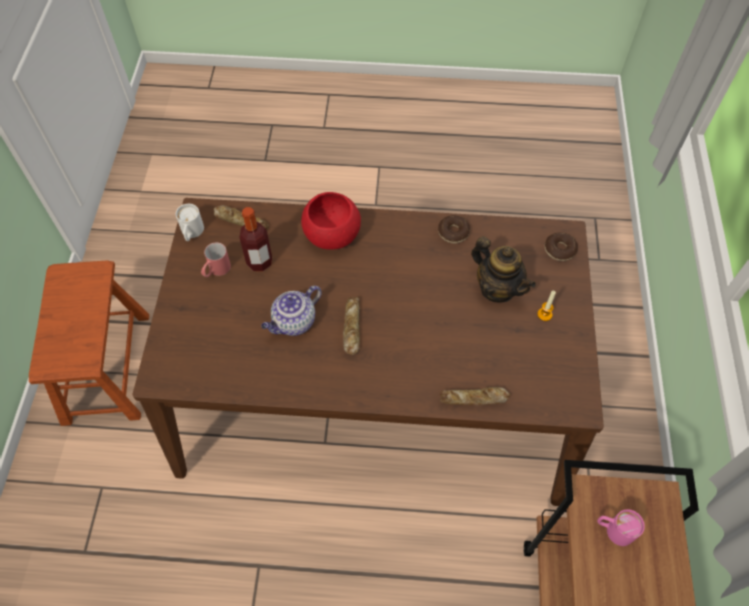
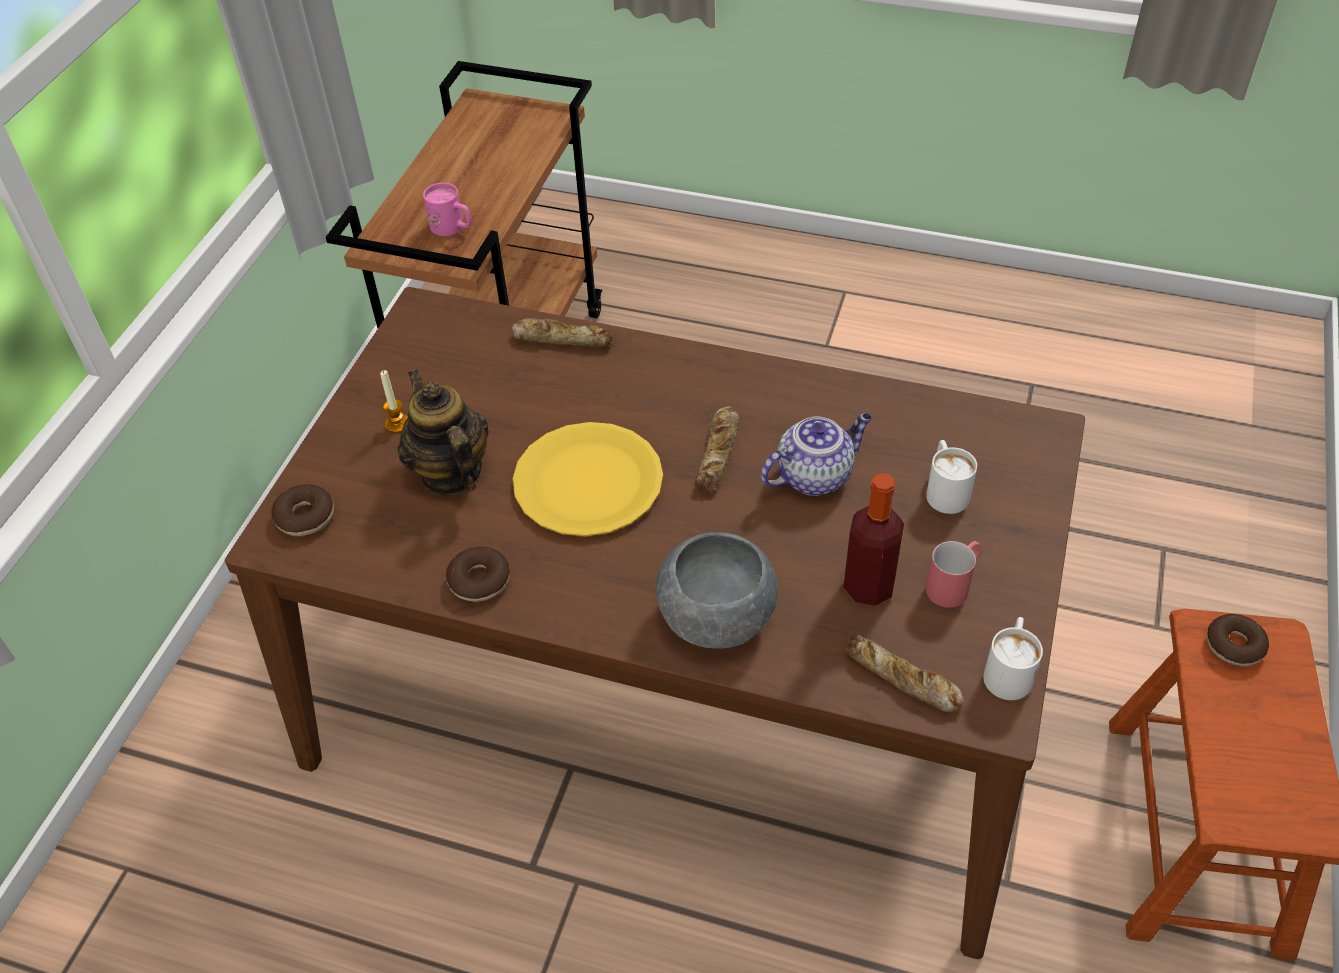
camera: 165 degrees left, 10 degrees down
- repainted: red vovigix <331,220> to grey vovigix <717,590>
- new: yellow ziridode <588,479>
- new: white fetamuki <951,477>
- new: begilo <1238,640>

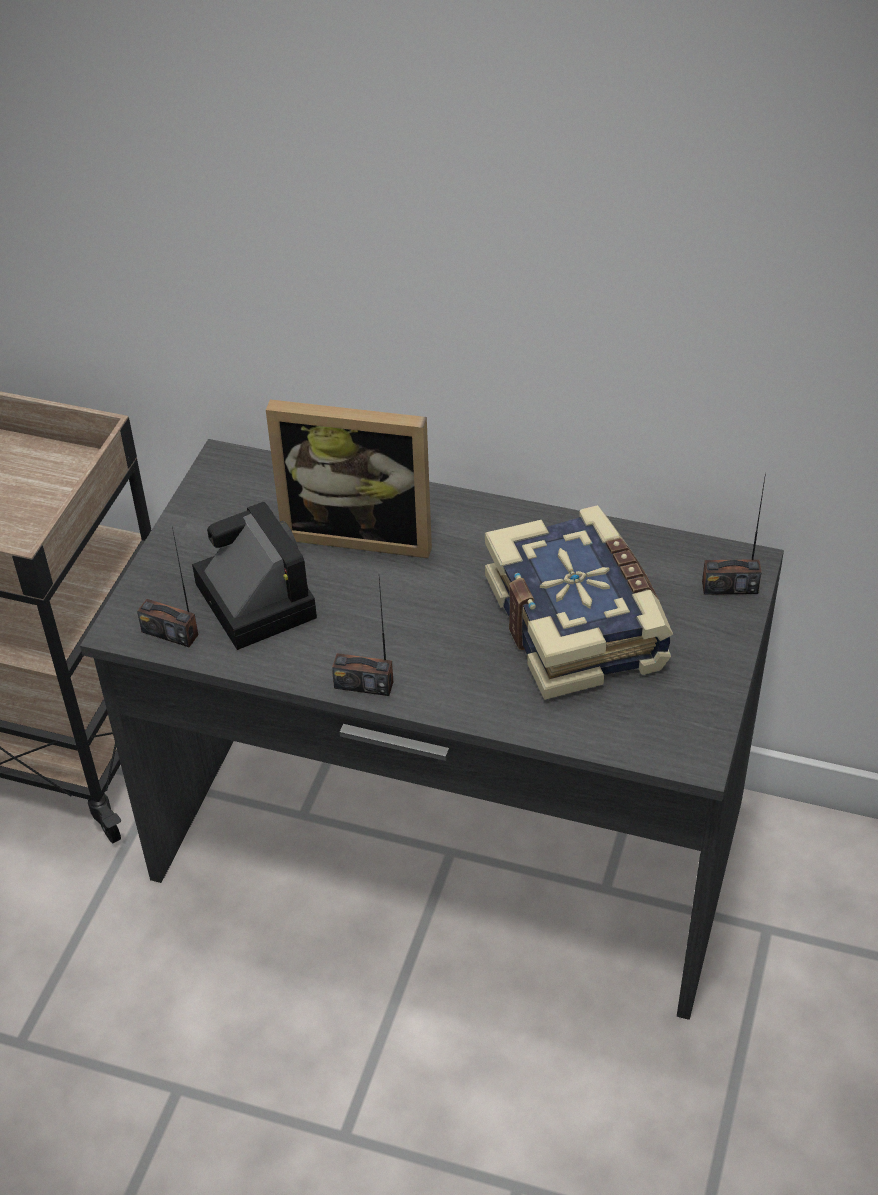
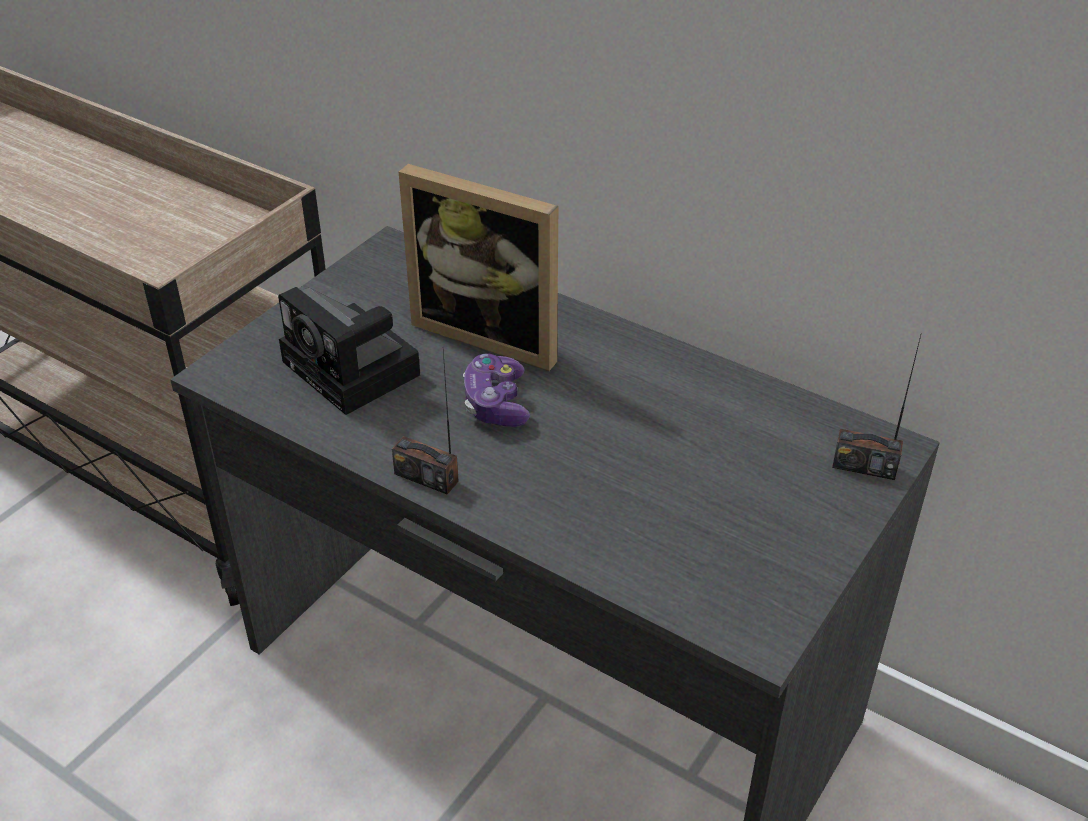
camera: 15 degrees right, 5 degrees down
- gone: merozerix <167,587>
- rotated: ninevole <254,575> = <349,351> 150 degrees clockwise
- gone: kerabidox <579,602>
- new: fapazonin <496,390>

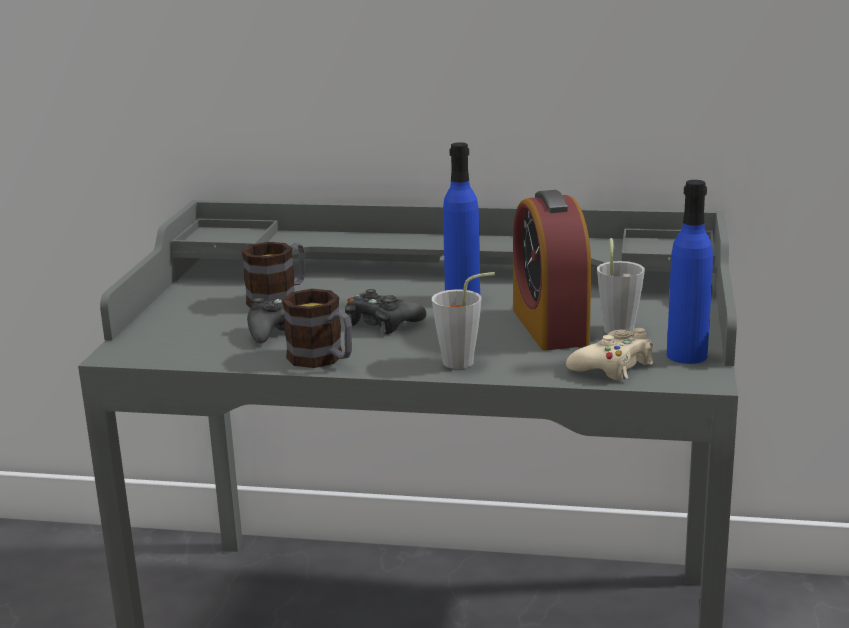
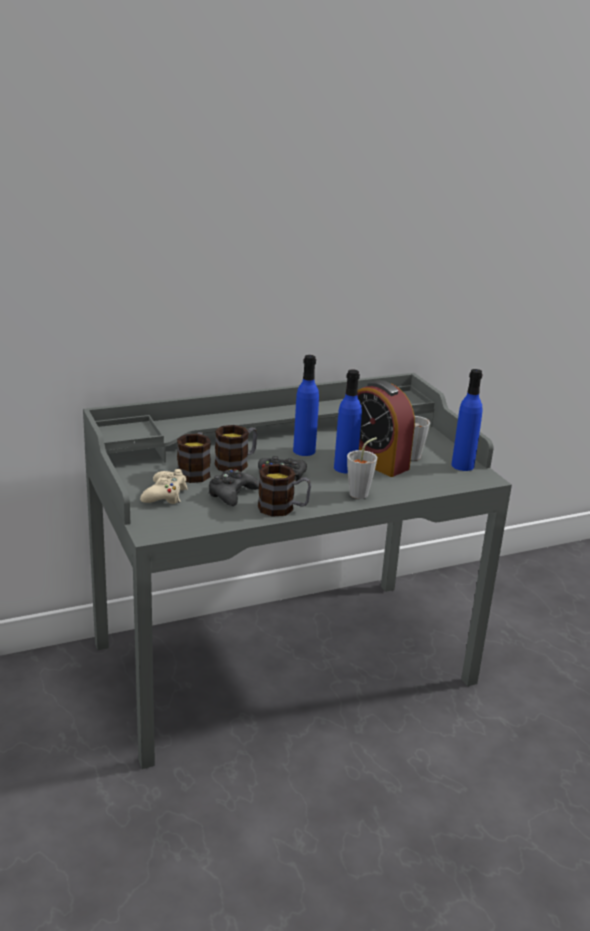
camera: 35 degrees left, 5 degrees up
- shifted: beige fapazonin <609,354> to <164,486>
- new: fetamuki <236,448>
- new: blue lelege <348,422>

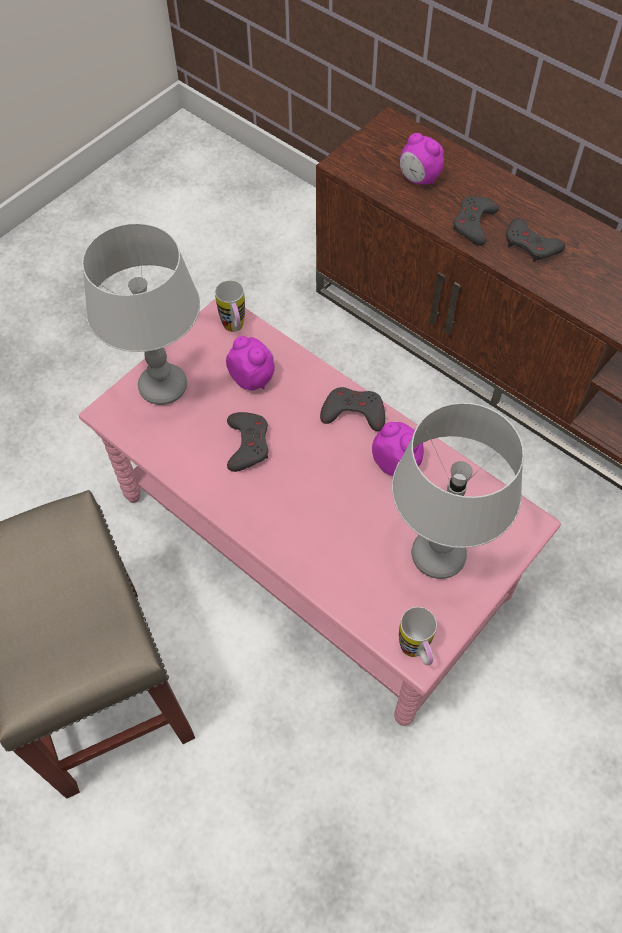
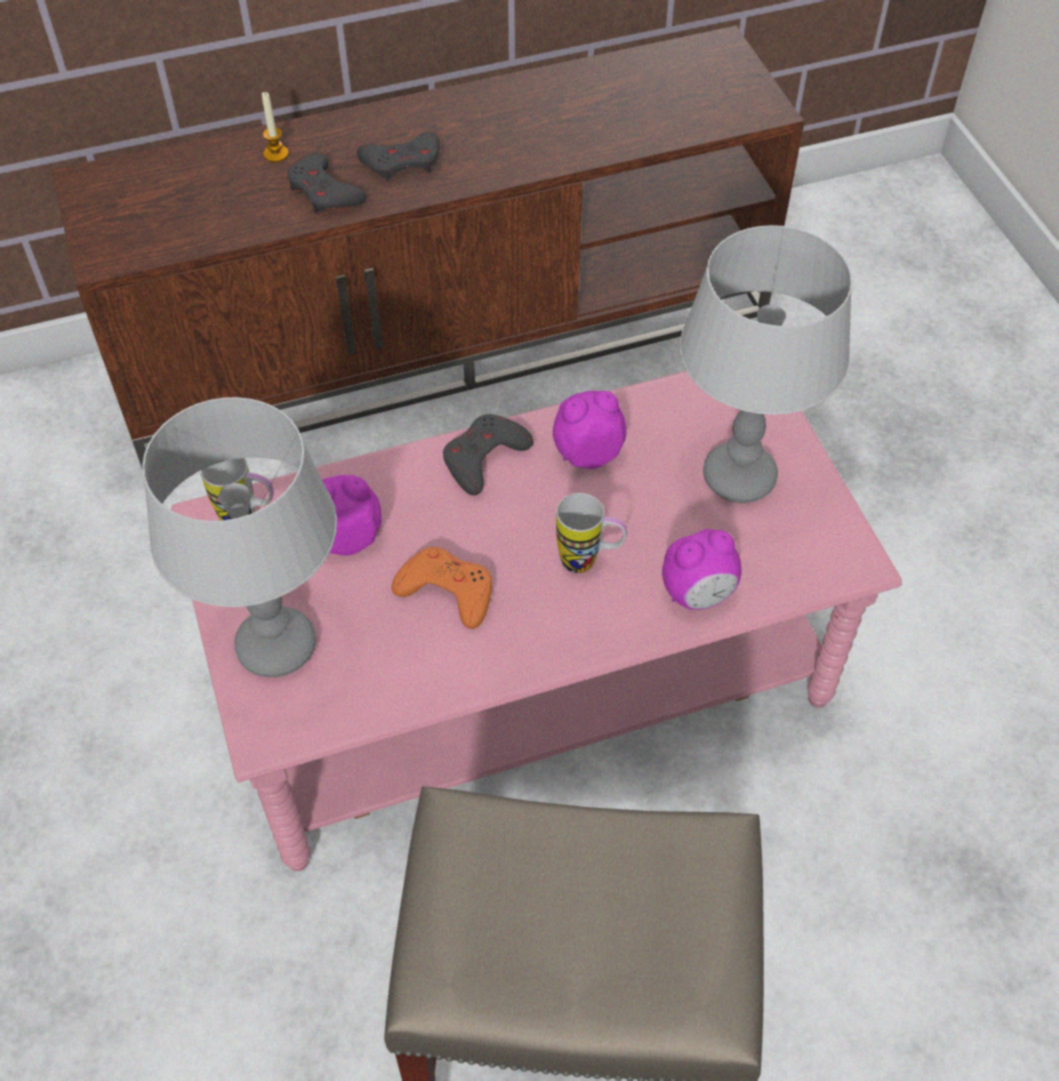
camera: 60 degrees left, 5 degrees down
- repainted: grey fapazonin <248,442> to orange fapazonin <442,588>
- shifted: fetamuki <418,636> to <591,533>
- shifted: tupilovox <422,159> to <701,569>
- new: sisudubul <275,127>

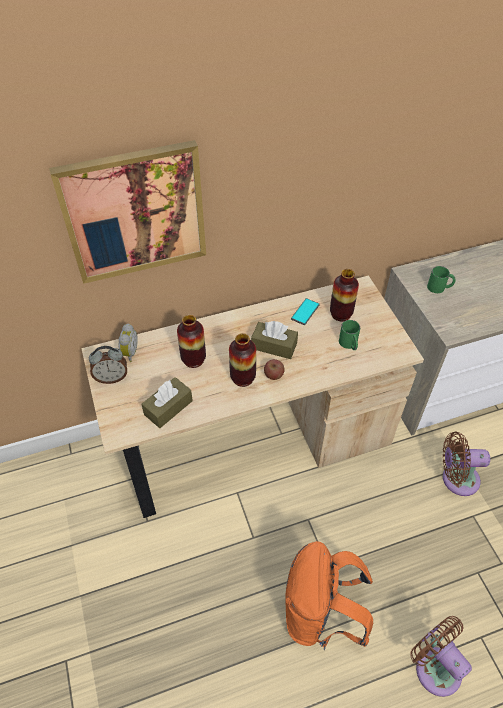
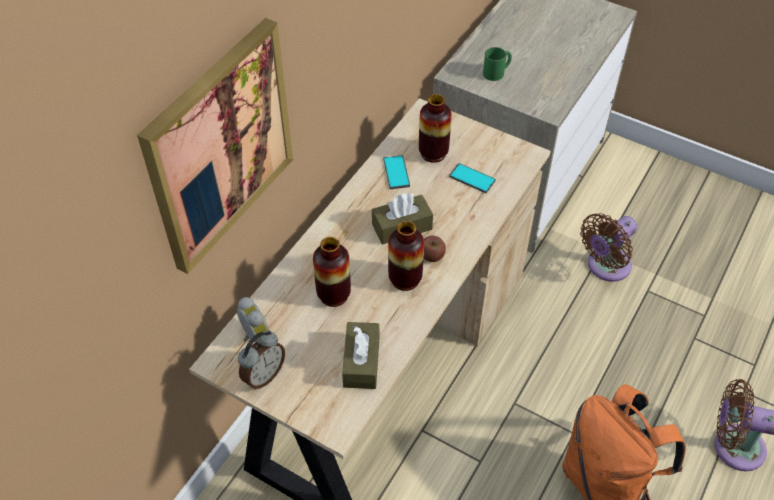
camera: 40 degrees left, 0 degrees up
- swapped: green fetamuki <349,335> to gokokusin <472,178>

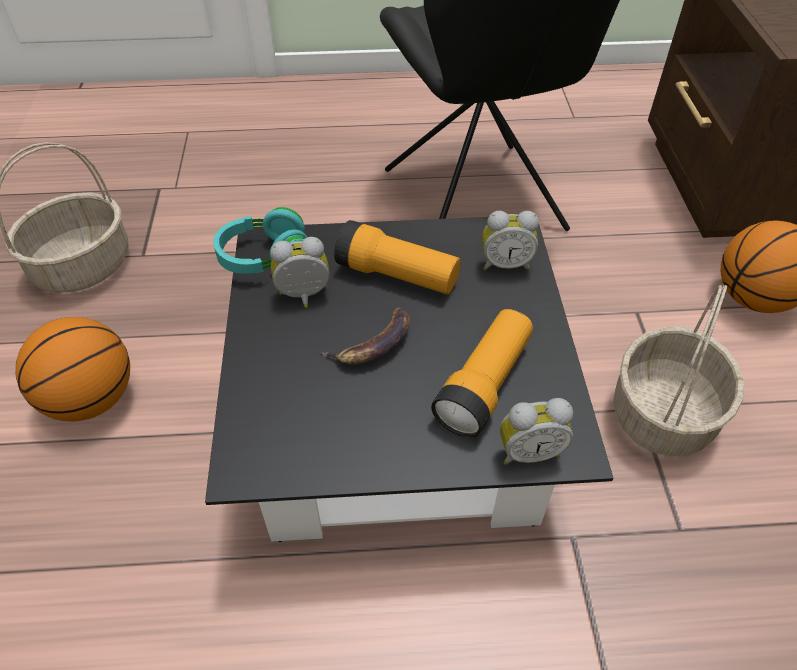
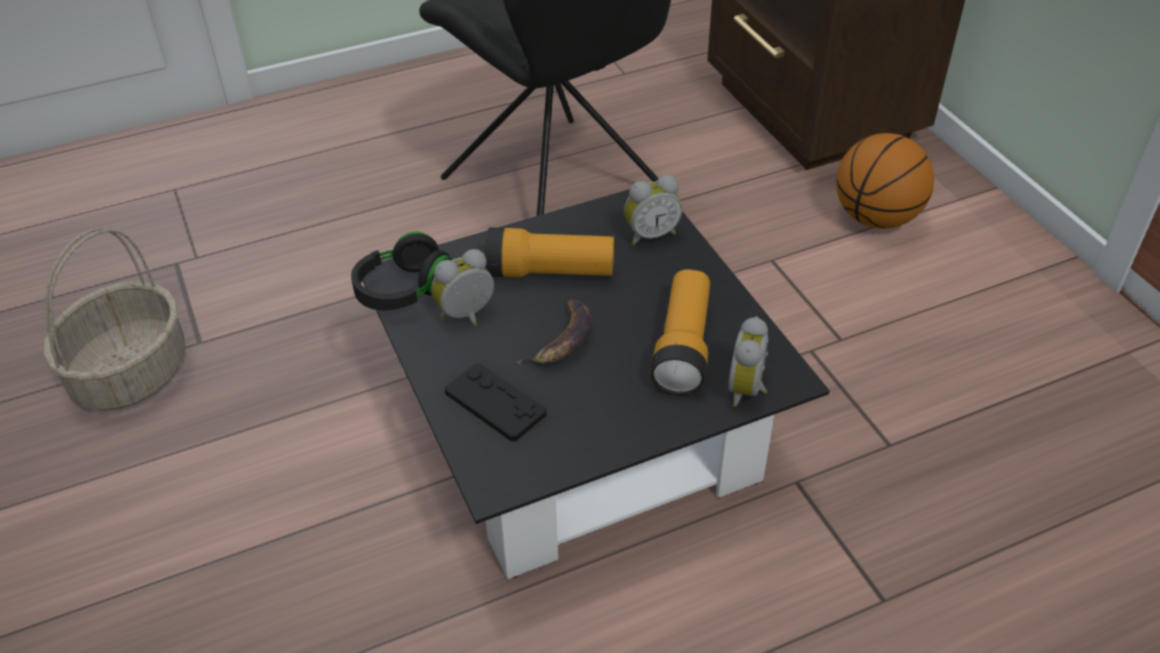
camera: 20 degrees left, 5 degrees down
- gone: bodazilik <73,369>
- repainted: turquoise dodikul <260,240> to black dodikul <402,271>
- rotated: tupilovox <536,431> = <748,361> 135 degrees clockwise
- gone: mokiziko <678,370>
- new: black fapazonin <495,402>

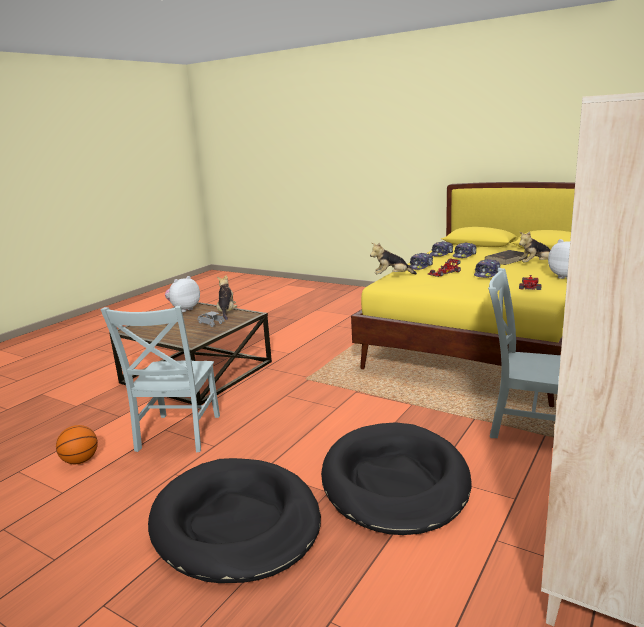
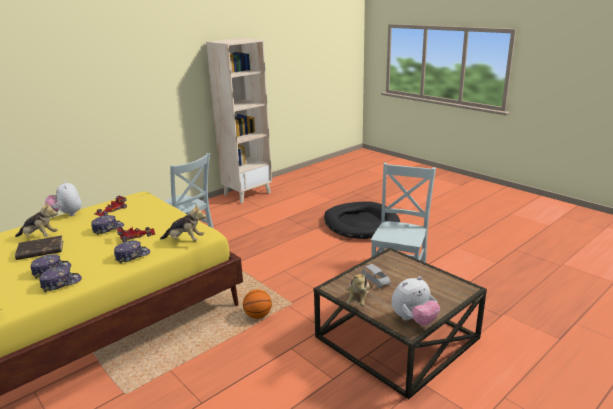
camera: 165 degrees left, 5 degrees up
- shifted: bodazilik <77,444> to <257,304>
- gone: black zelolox <396,478>

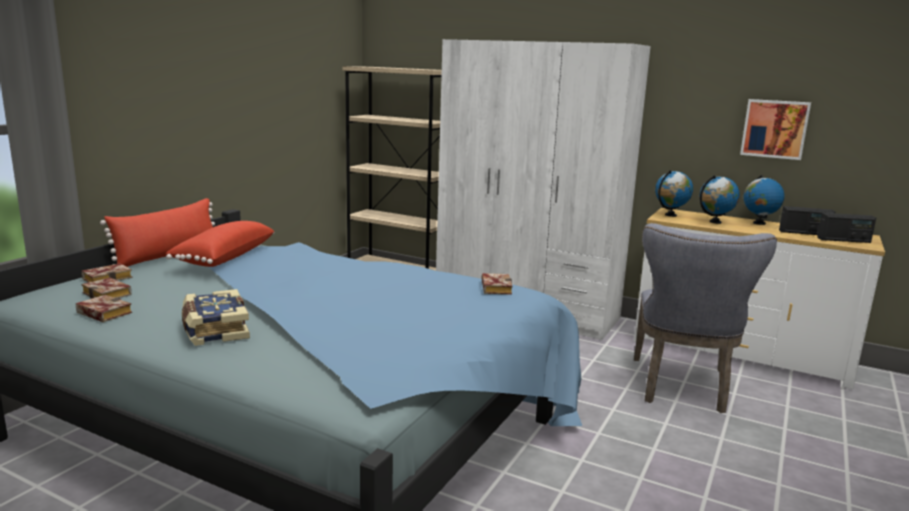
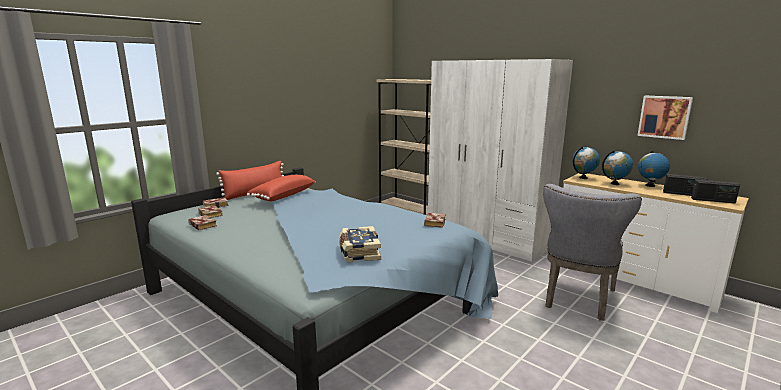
camera: 15 degrees right, 0 degrees up
- shifted: kerabidox <216,317> to <360,244>

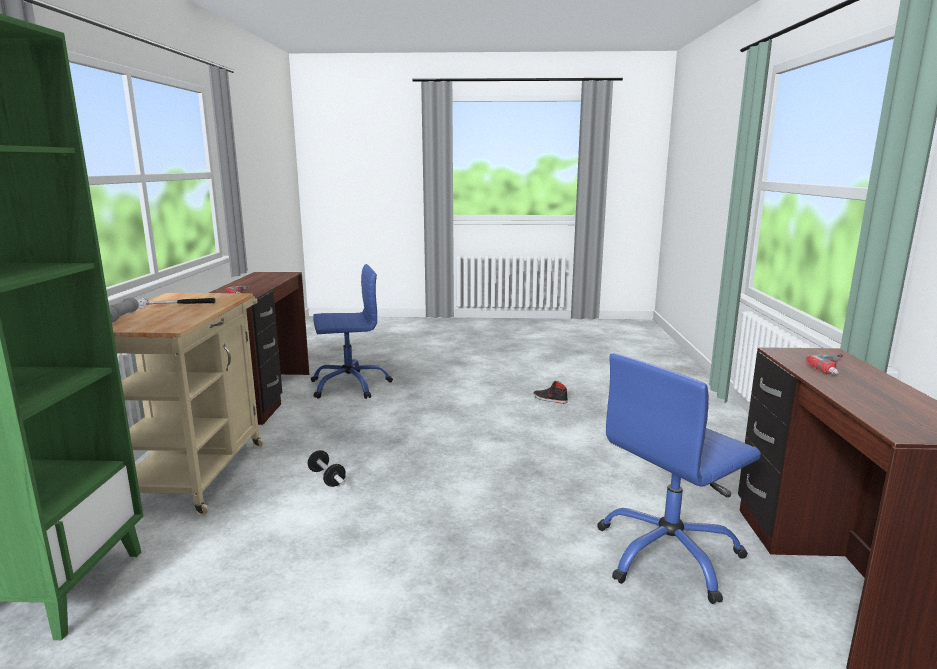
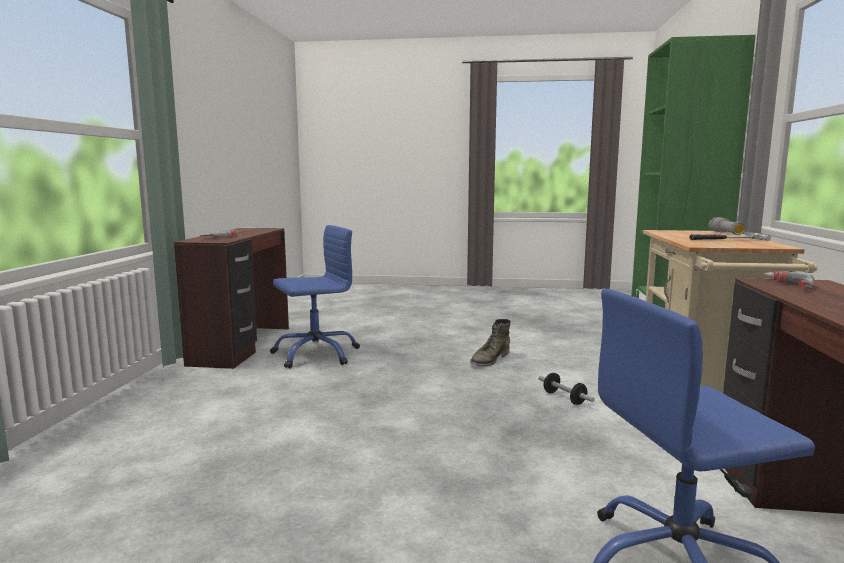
camera: 175 degrees left, 5 degrees down
- gone: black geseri <550,392>
- new: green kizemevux <490,342>

